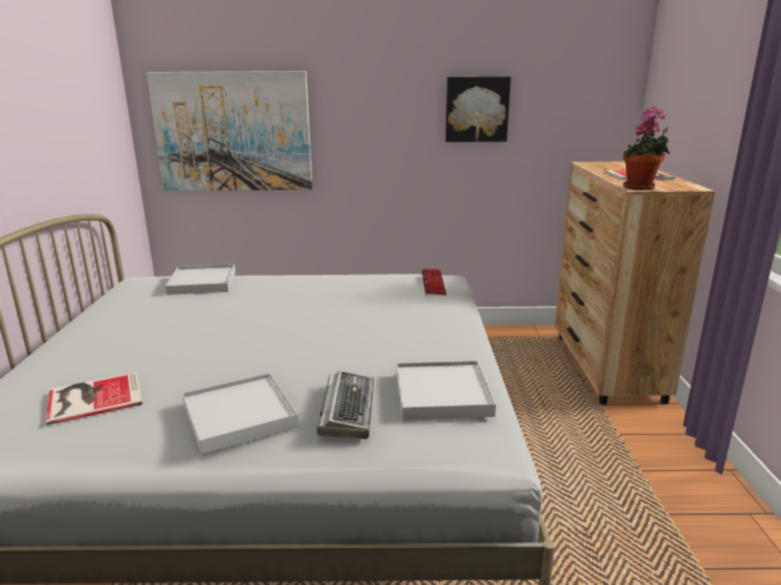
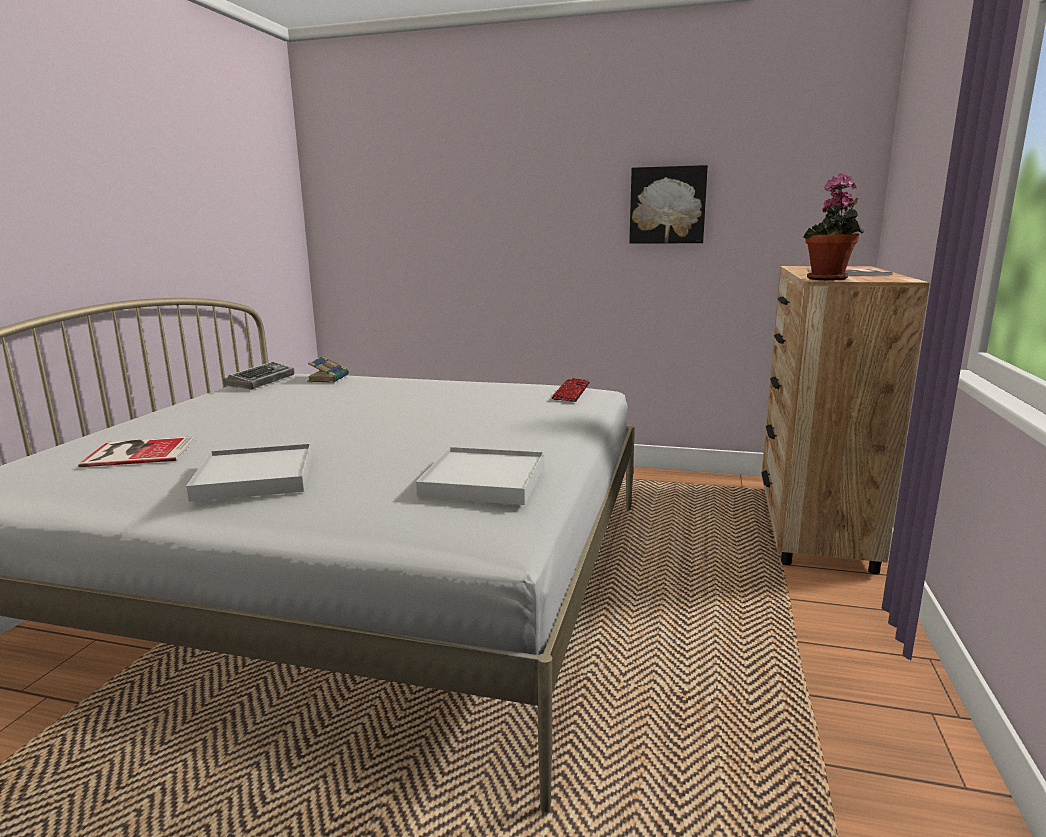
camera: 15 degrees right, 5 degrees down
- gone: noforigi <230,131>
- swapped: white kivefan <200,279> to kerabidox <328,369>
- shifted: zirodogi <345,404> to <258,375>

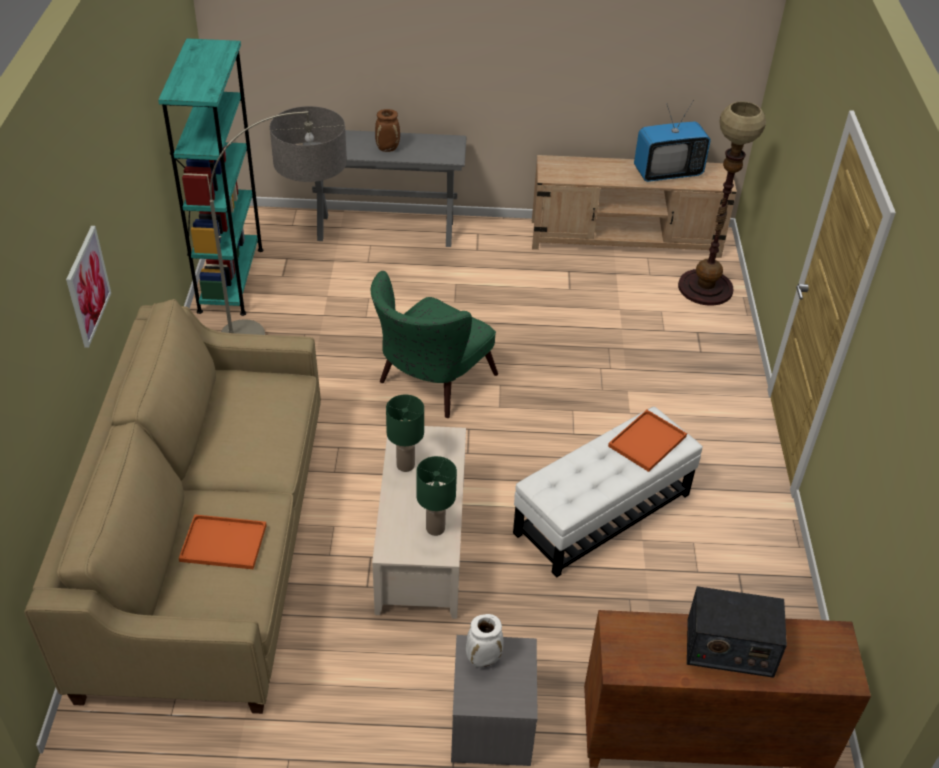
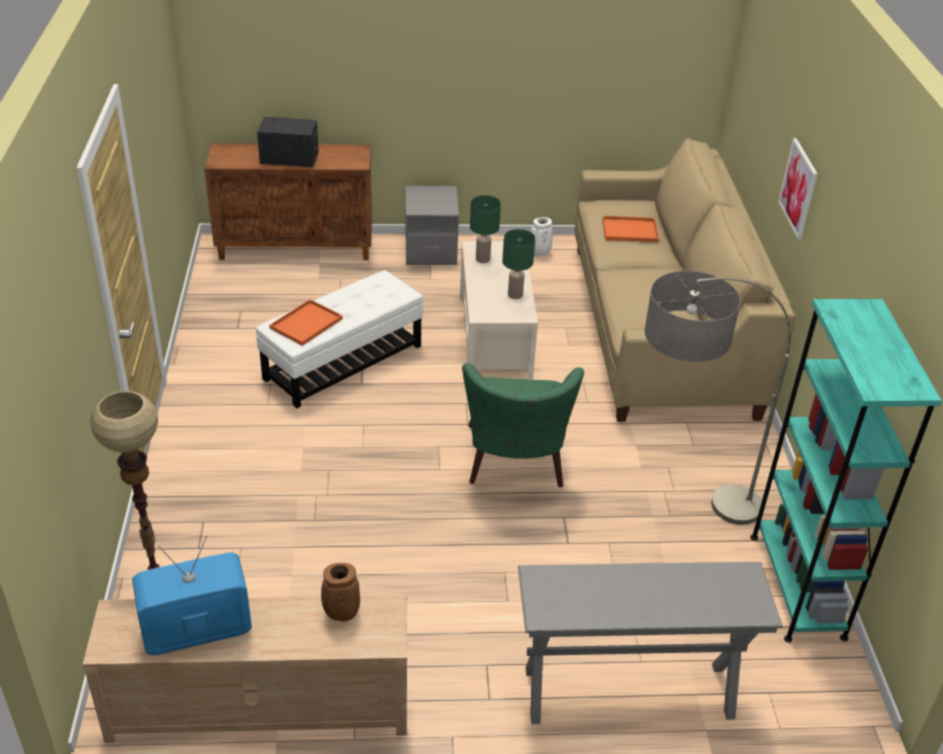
camera: 175 degrees right, 5 degrees down
- rotated: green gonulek <434,344> = <523,425> 150 degrees clockwise
- shifted: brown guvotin <387,130> to <340,592>
- shifted: white guvotin <485,640> to <542,236>

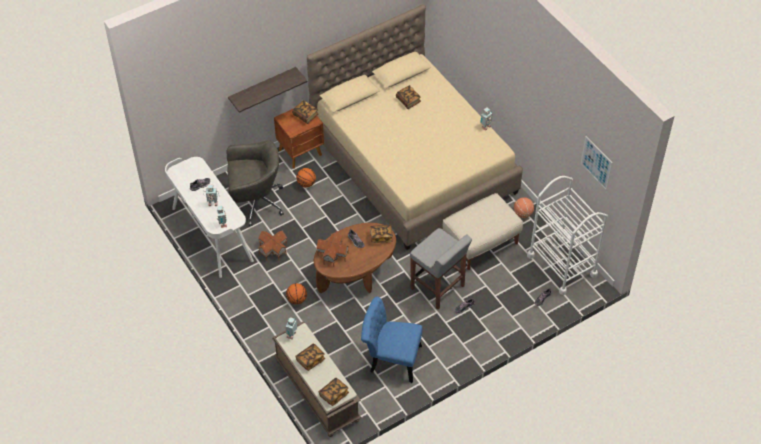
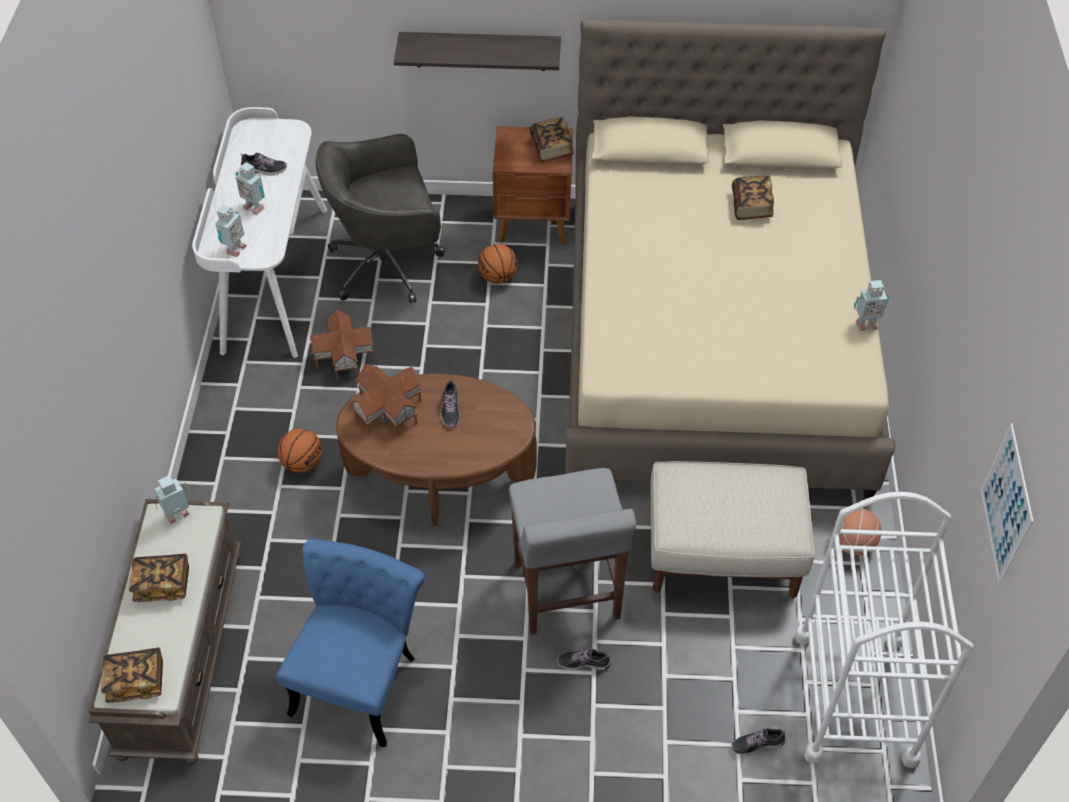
camera: 35 degrees right, 0 degrees up
- rotated: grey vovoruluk <255,183> = <380,218> 135 degrees clockwise
- rotated: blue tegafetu <392,340> = <350,643> 60 degrees clockwise
- gone: kerabidox <381,233>

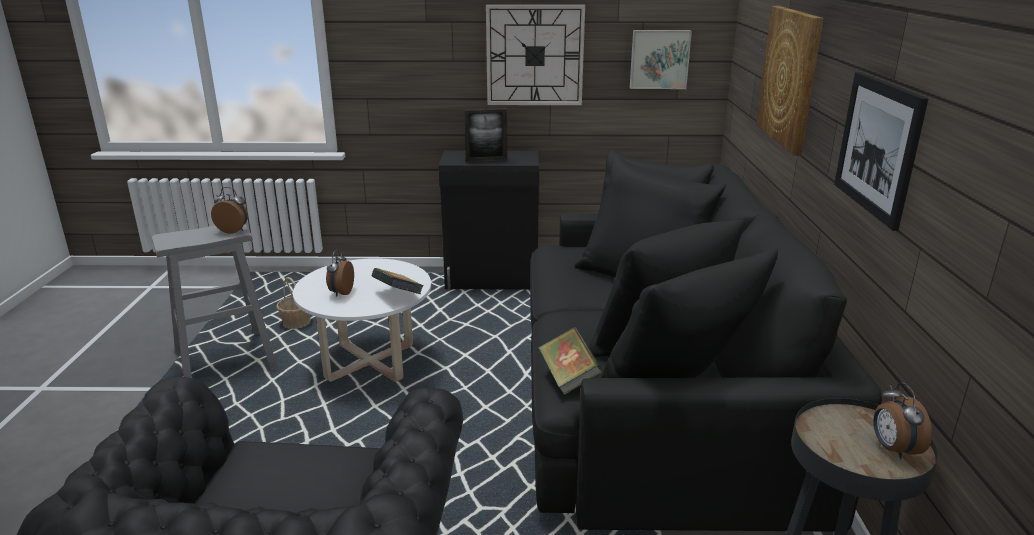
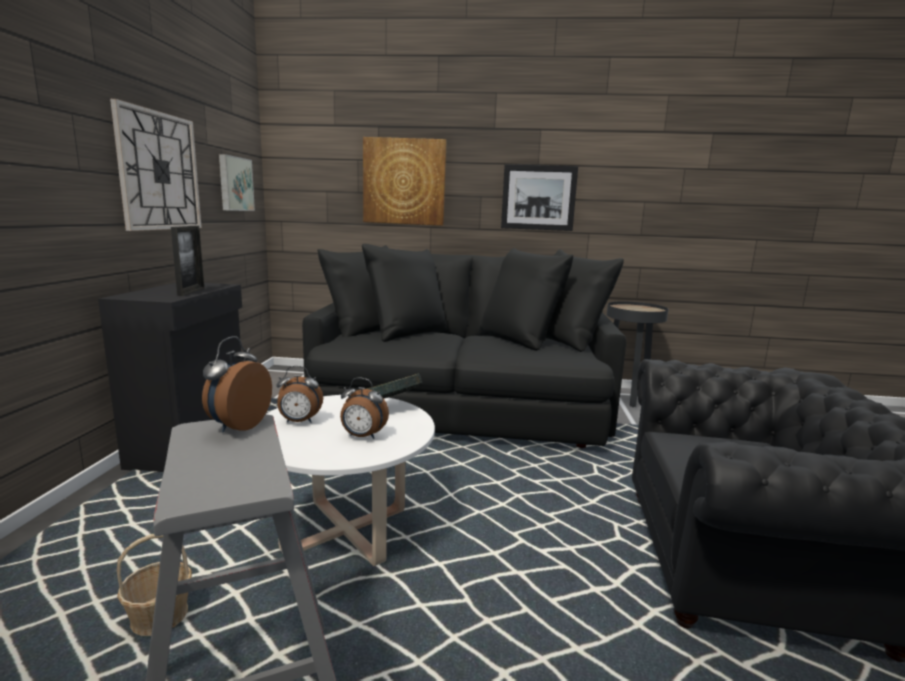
camera: 85 degrees left, 10 degrees down
- gone: kerabidox <571,361>
- shifted: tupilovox <903,420> to <299,394>

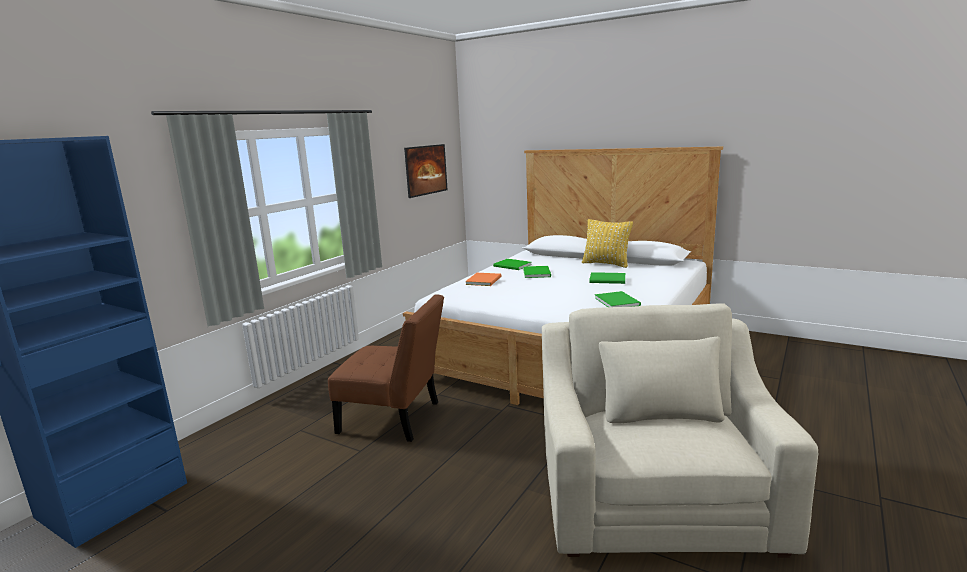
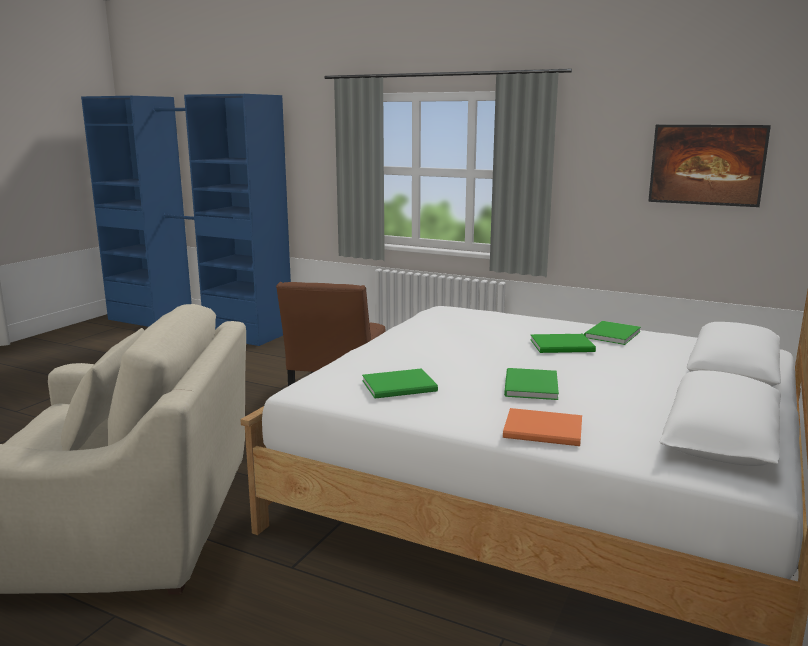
camera: 85 degrees right, 0 degrees up
- shifted: orange kerabidox <483,279> to <542,427>
- gone: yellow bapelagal <607,243>

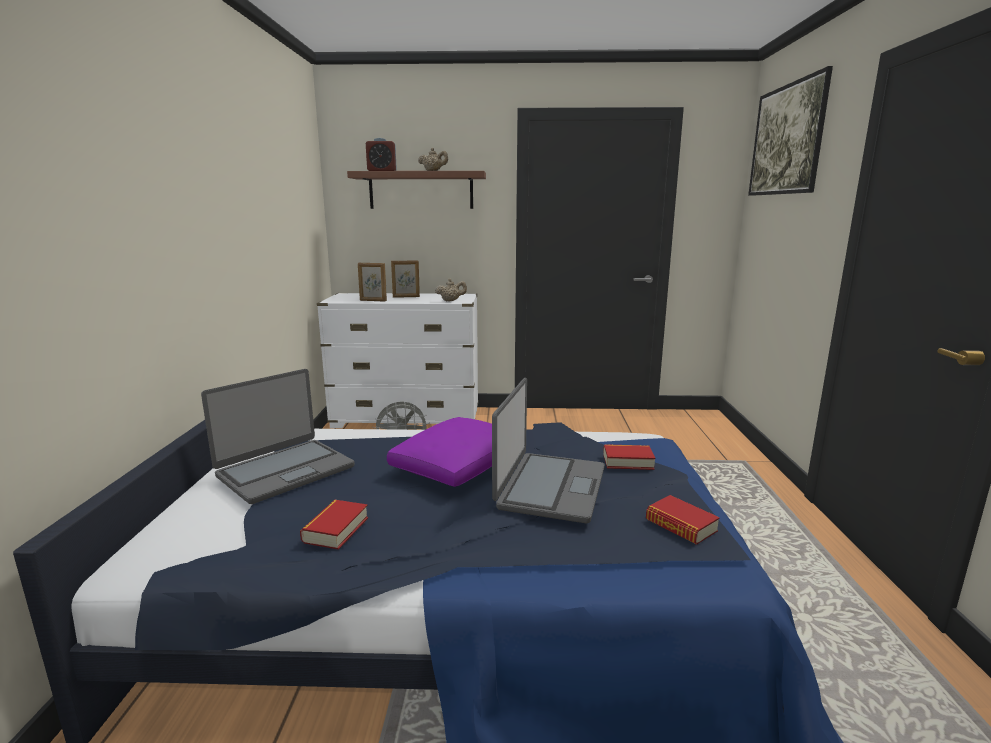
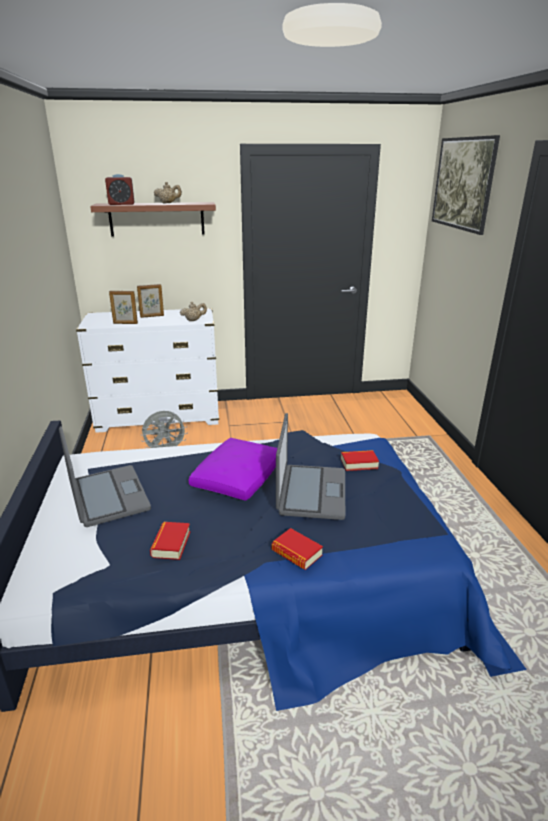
camera: 10 degrees left, 10 degrees up
- rotated: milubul <278,436> = <105,476> 60 degrees counterclockwise
- shifted: kerabidox <683,520> to <297,549>

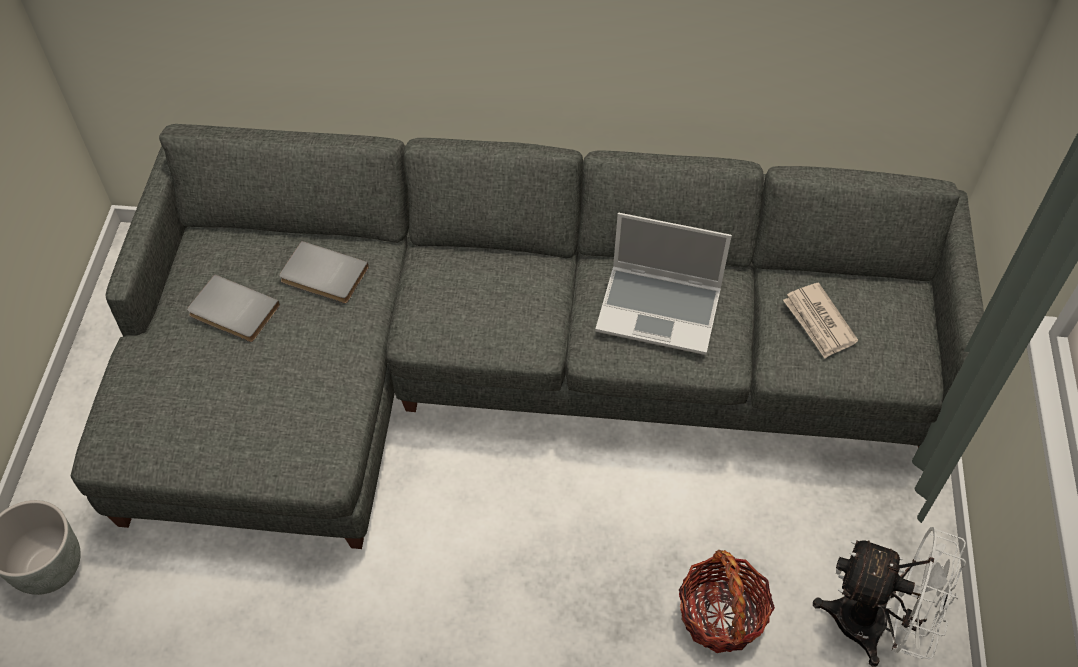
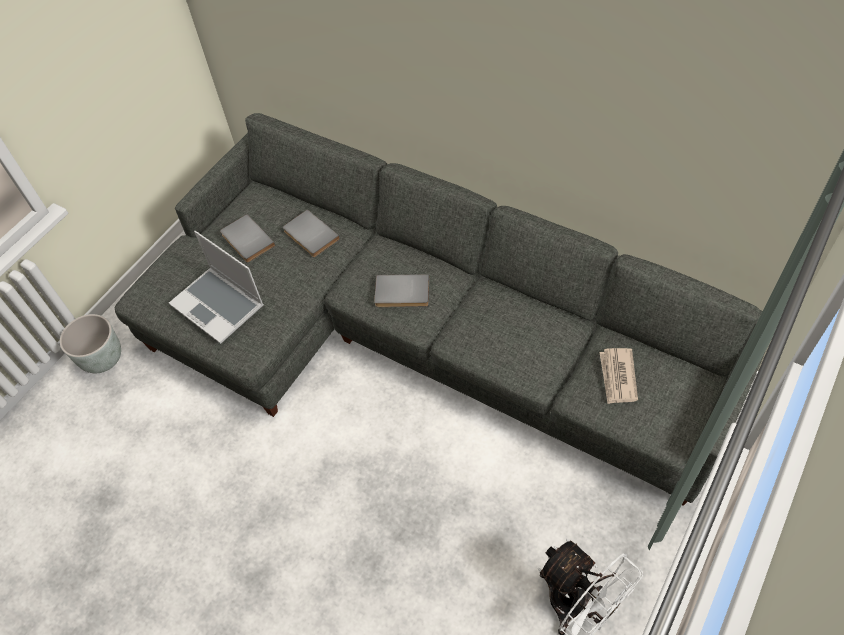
camera: 30 degrees right, 0 degrees up
- shifted: milubul <663,284> to <216,287>
- gone: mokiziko <727,601>
- new: grey kerabidox <401,290>

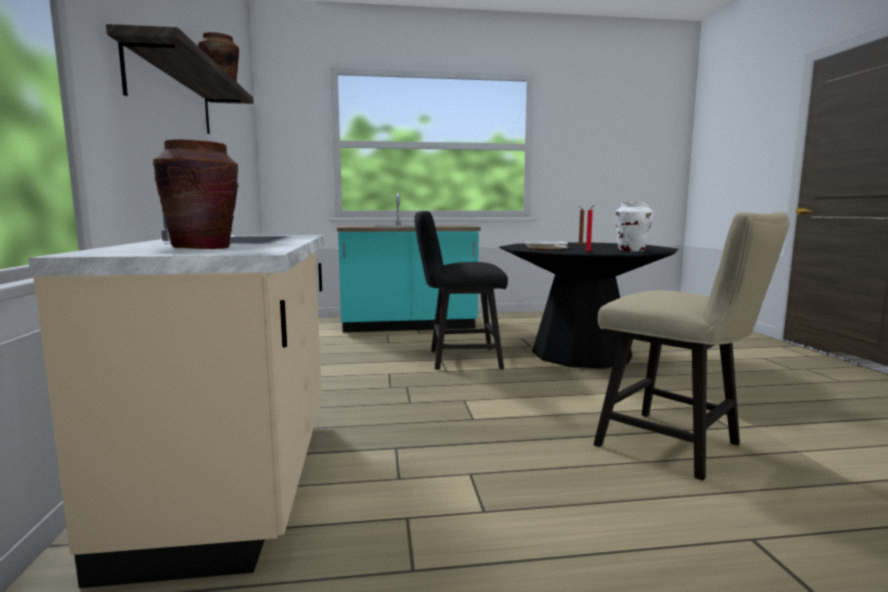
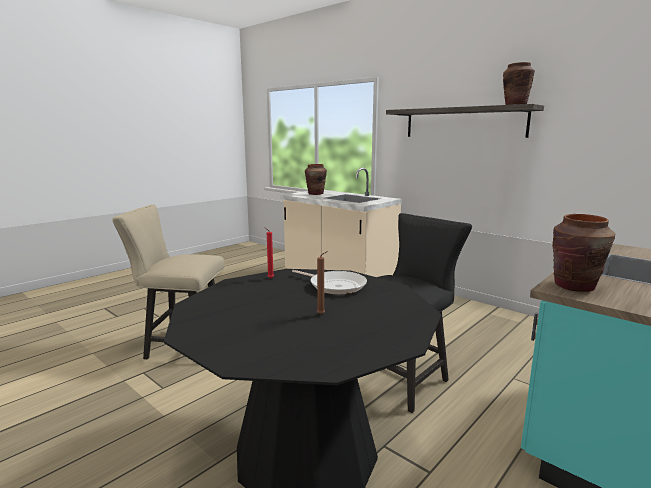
camera: 140 degrees right, 5 degrees up
- gone: white guvotin <634,226>
- new: brown guvotin <583,253>

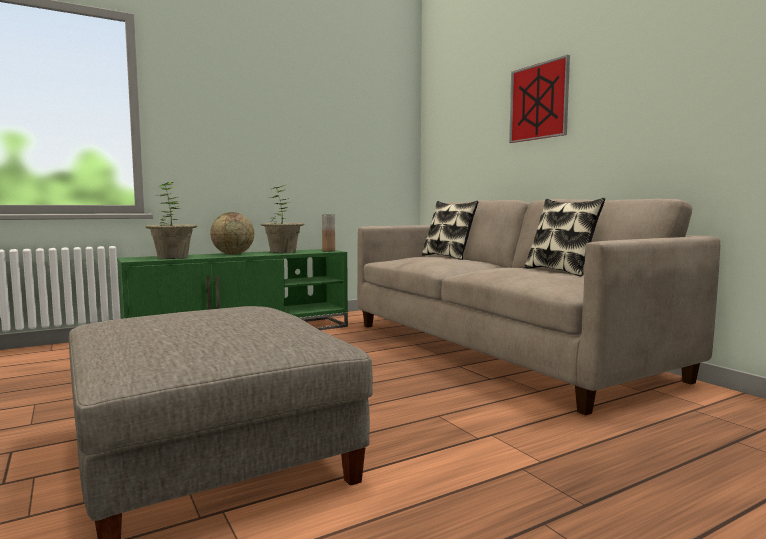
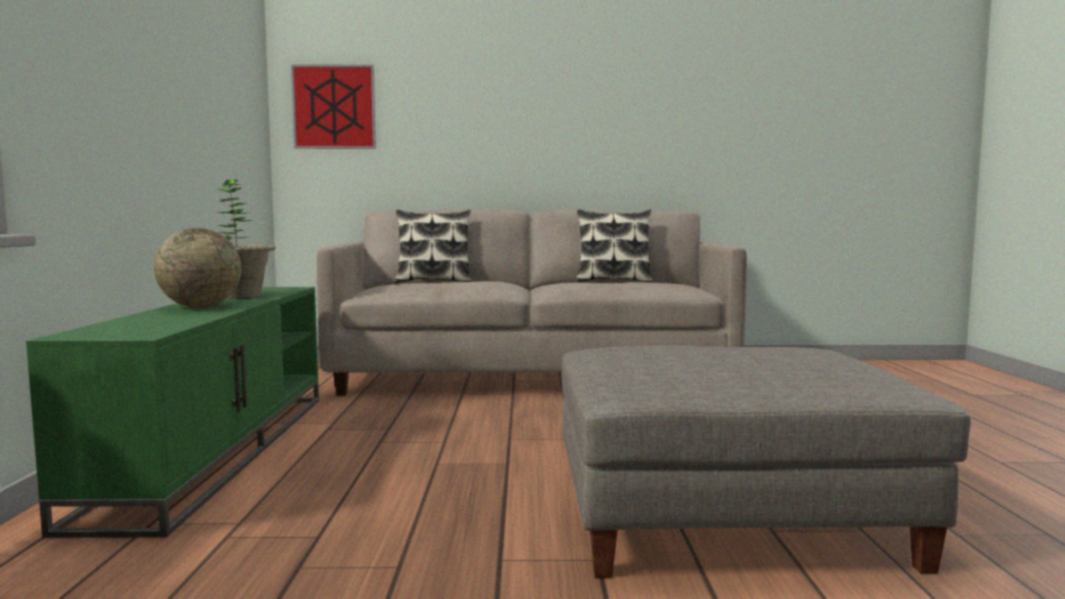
camera: 60 degrees left, 0 degrees up
- gone: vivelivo <171,220>
- gone: brown guvotin <328,233>
- shifted: noforigi <539,99> to <333,106>

